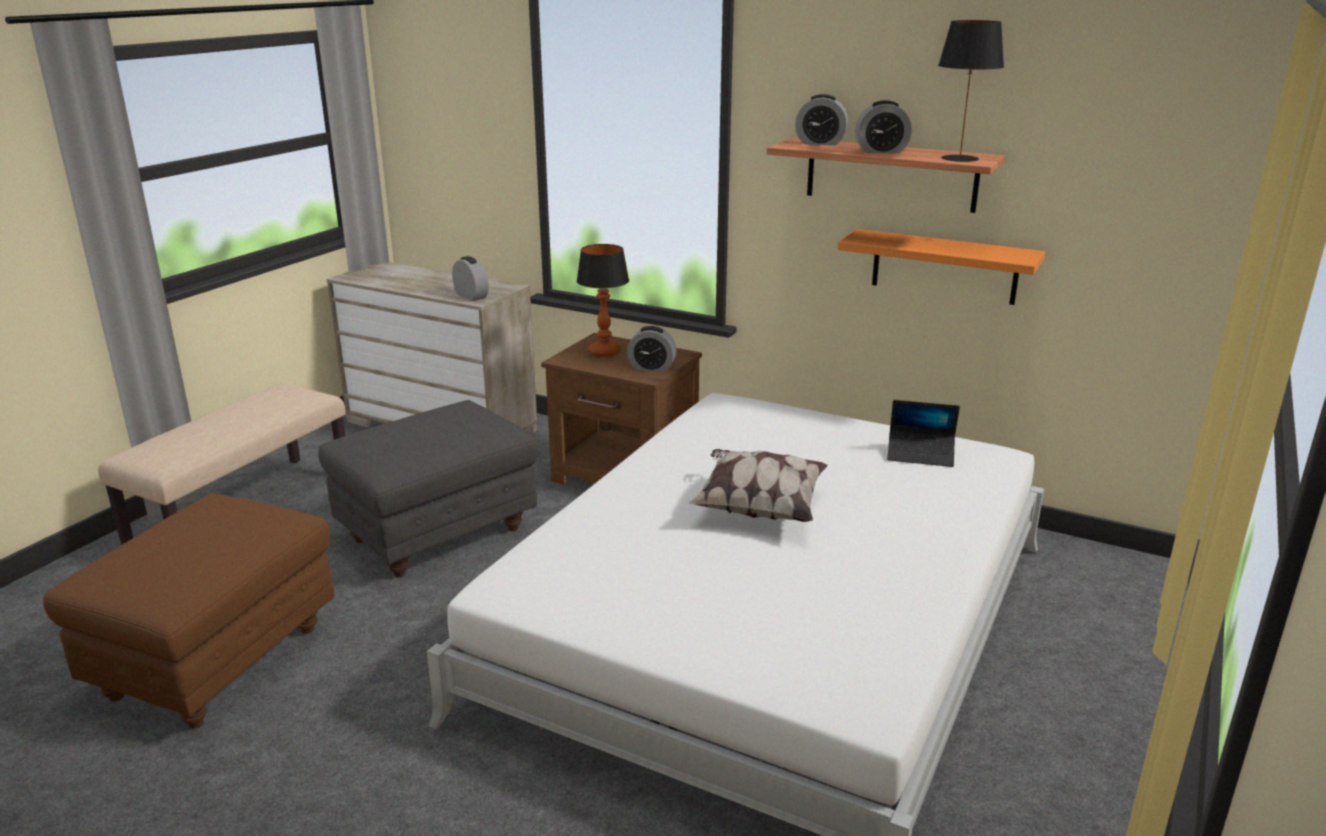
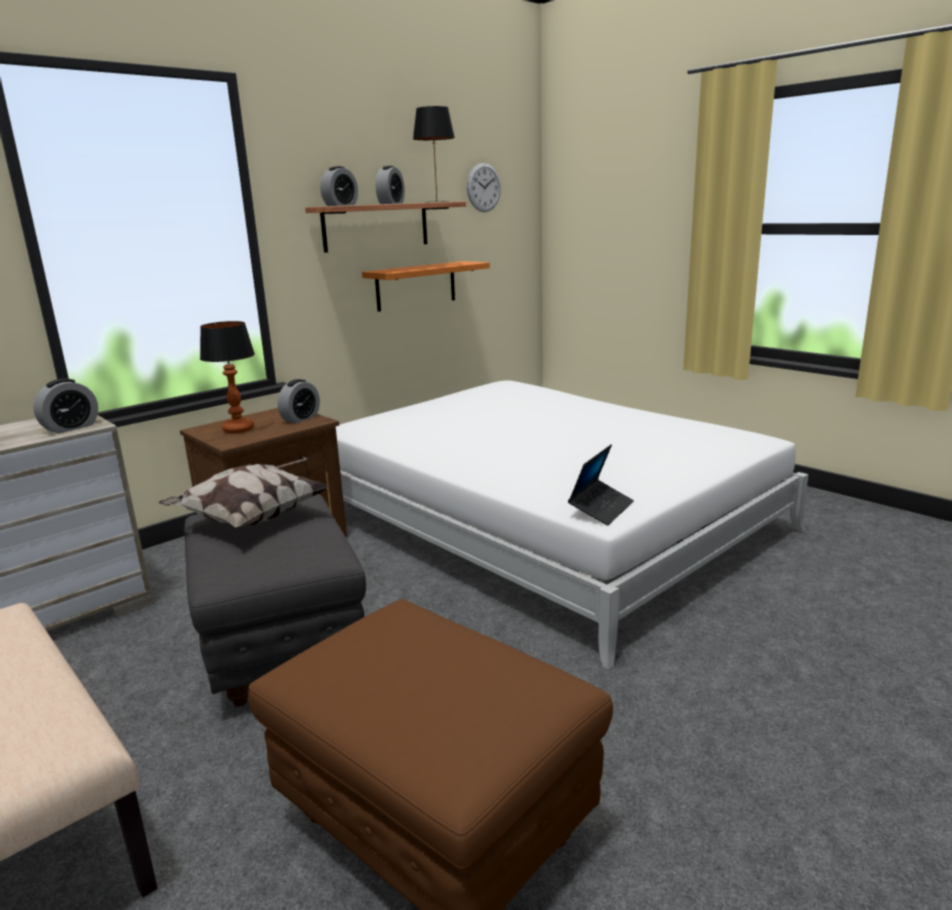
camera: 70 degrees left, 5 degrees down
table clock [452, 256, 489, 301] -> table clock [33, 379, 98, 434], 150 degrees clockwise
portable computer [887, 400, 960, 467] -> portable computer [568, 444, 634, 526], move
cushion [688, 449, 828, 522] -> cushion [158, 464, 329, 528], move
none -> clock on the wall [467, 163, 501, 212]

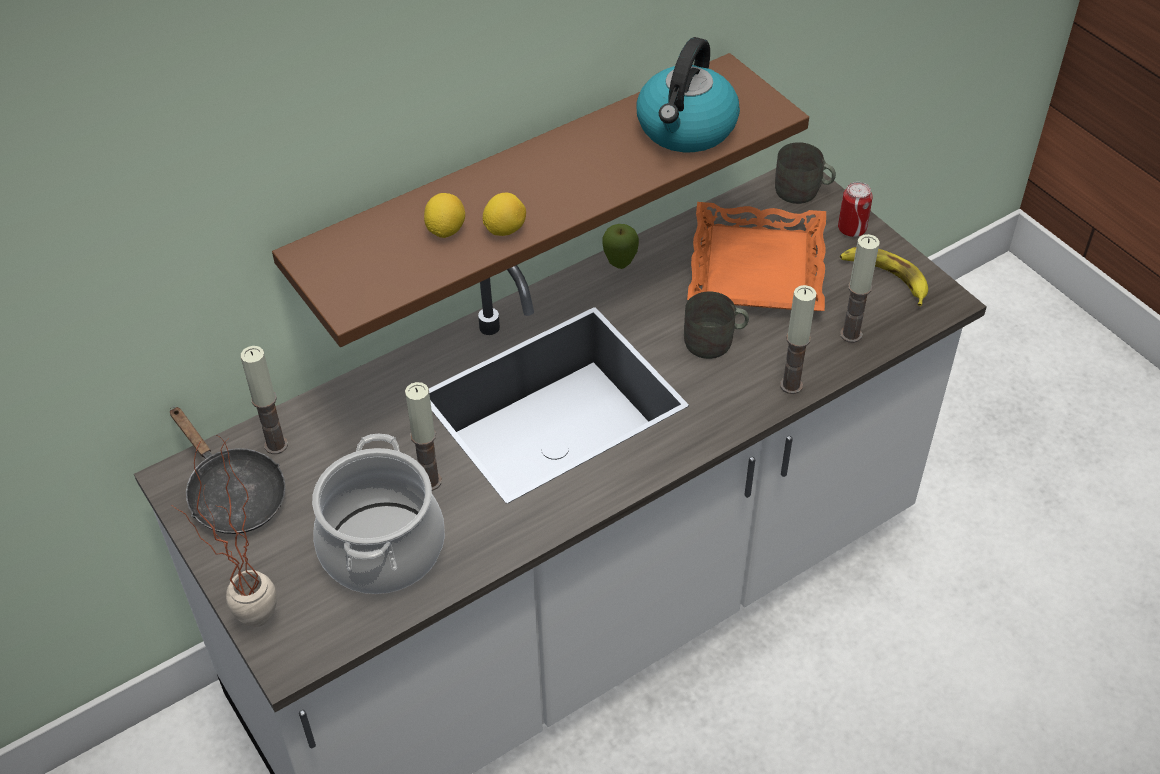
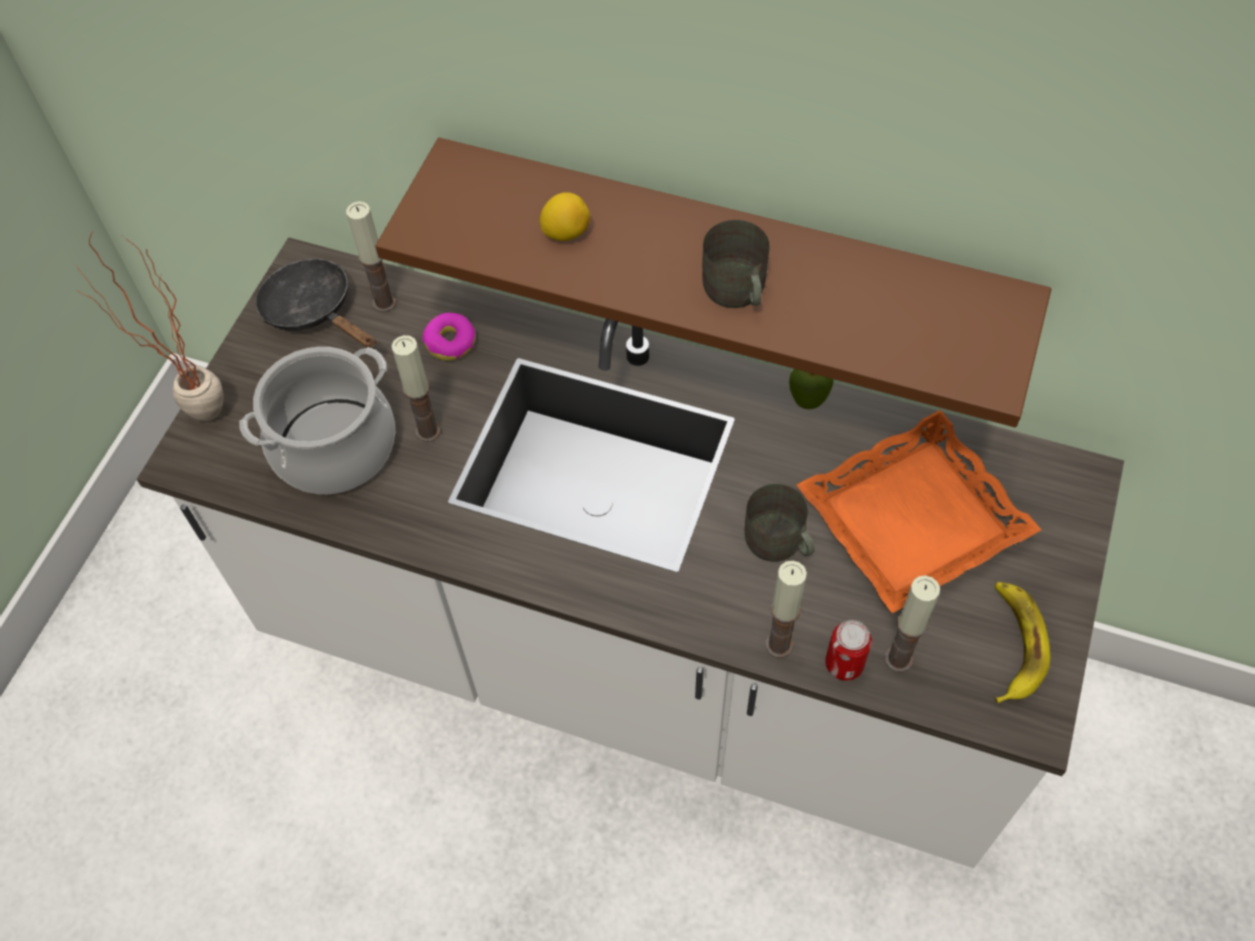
camera: 55 degrees right, 10 degrees up
tea kettle [636, 37, 740, 152] -> none
gray coffee mug [775, 142, 836, 204] -> gray coffee mug [702, 220, 770, 308], move
can [838, 182, 873, 237] -> can [825, 620, 872, 681], move
citrus fruit [483, 193, 526, 236] -> none
black-coloured pan [170, 407, 286, 534] -> black-coloured pan [255, 259, 377, 349], 120 degrees clockwise
none -> ring doughnut [422, 313, 476, 361]

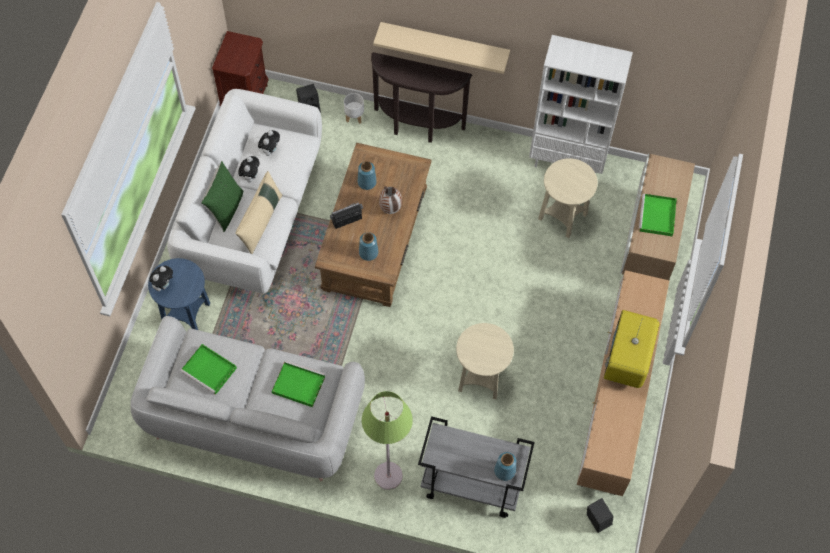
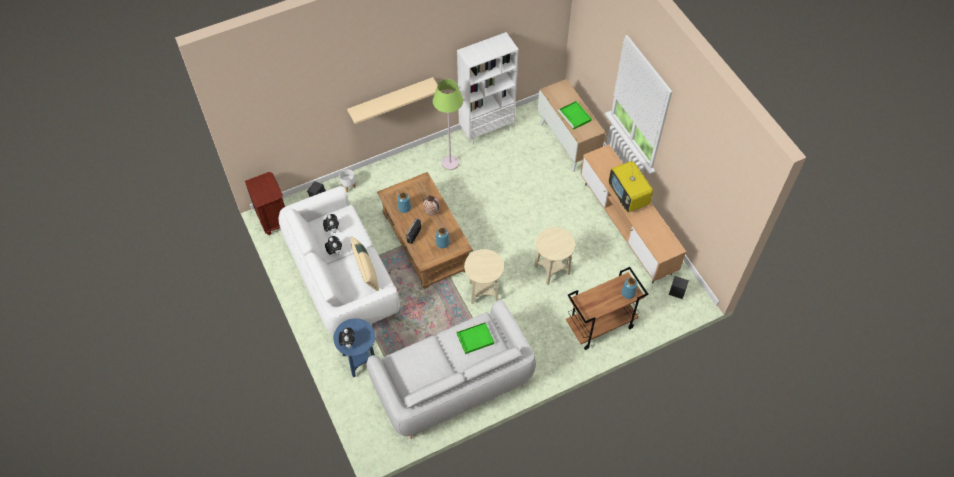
camera: 40 degrees left, 5 degrees down
brown narrow table [371, 52, 472, 143] -> none
beige-coloured accent table [538, 158, 598, 238] -> beige-coloured accent table [464, 249, 504, 304], move
green-coloured cushion [201, 161, 243, 232] -> none
green-coloured tray [180, 344, 237, 395] -> none
green-coloured floor lamp [362, 391, 413, 490] -> green-coloured floor lamp [433, 79, 463, 170], move
gray wheeled cart [418, 416, 535, 518] -> brown wheeled cart [566, 267, 648, 350]

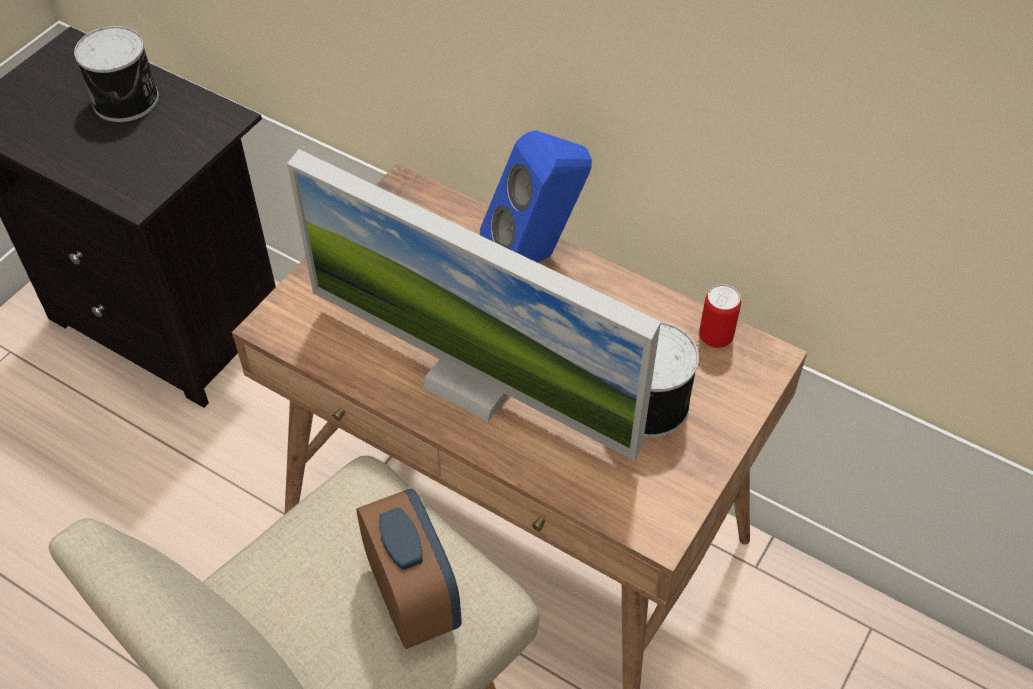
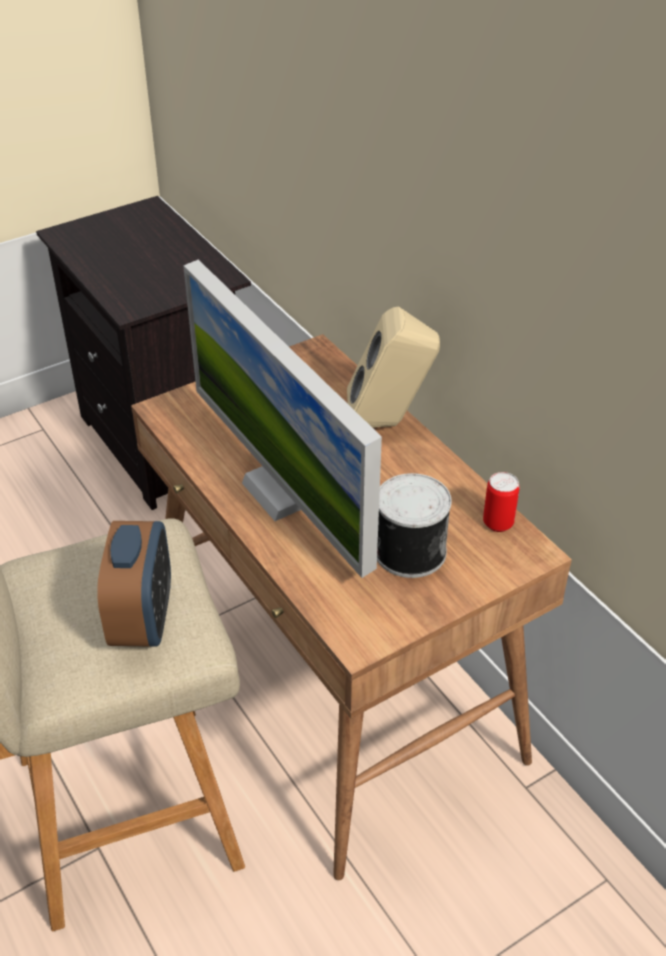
camera: 25 degrees right, 10 degrees down
can [74, 26, 159, 122] -> none
blue-coloured speaker [480, 130, 592, 263] -> beige-coloured speaker [347, 306, 440, 428]

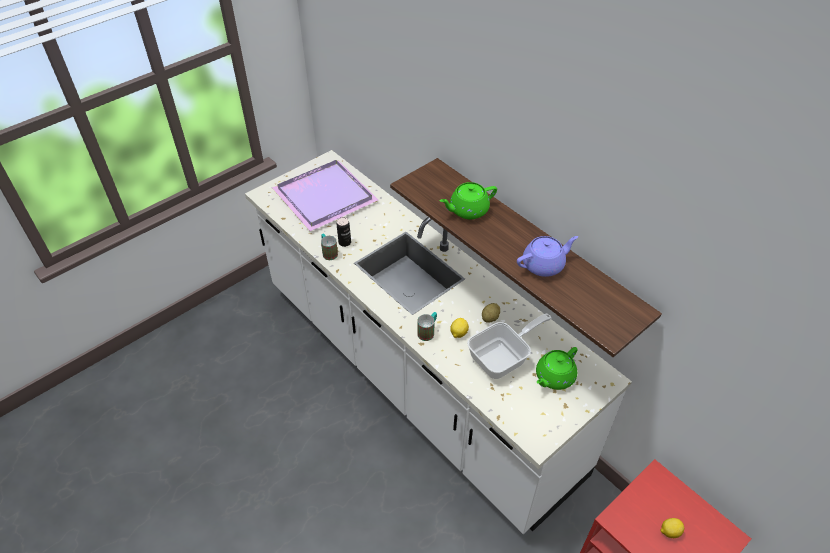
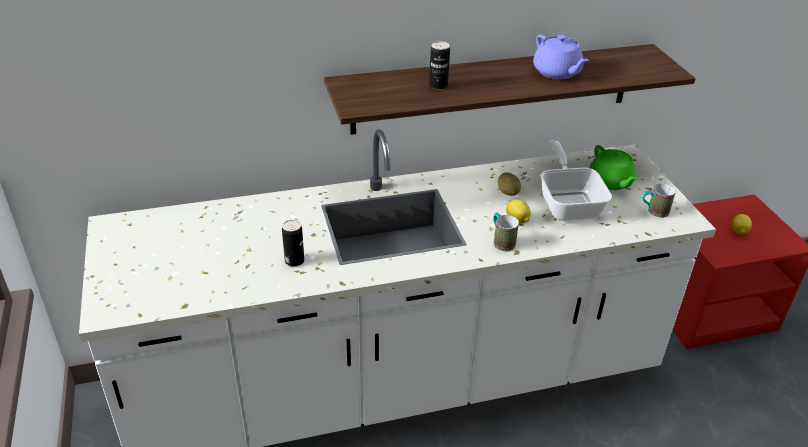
camera: 65 degrees left, 10 degrees down
purple-coloured tray [272, 160, 378, 231] -> none
green-coloured pot for tea [440, 182, 497, 219] -> can [429, 41, 450, 90]
coffee mug [321, 234, 338, 260] -> coffee mug [642, 183, 676, 218], move
purple-coloured pot for tea [517, 236, 578, 277] -> purple-coloured pot for tea [533, 35, 589, 79], 150 degrees clockwise

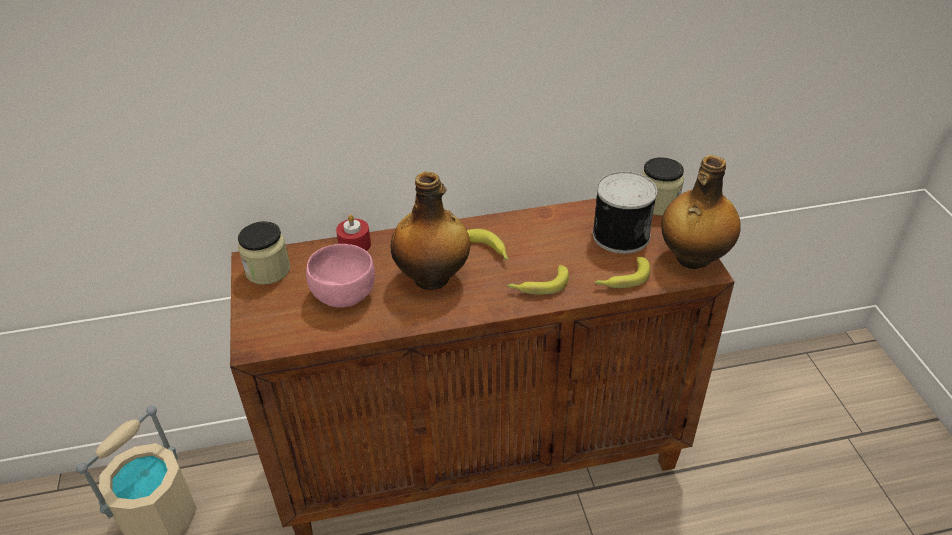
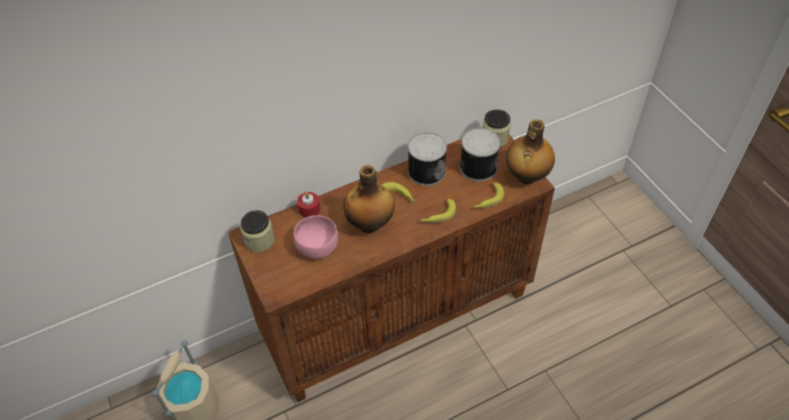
camera: 15 degrees left, 10 degrees up
none -> can [408, 132, 447, 186]

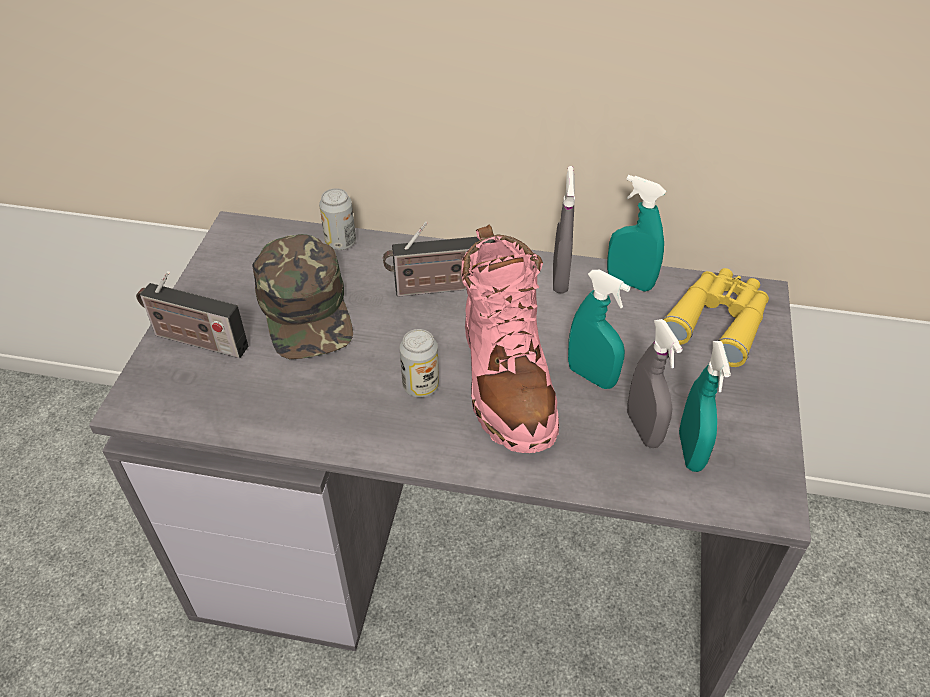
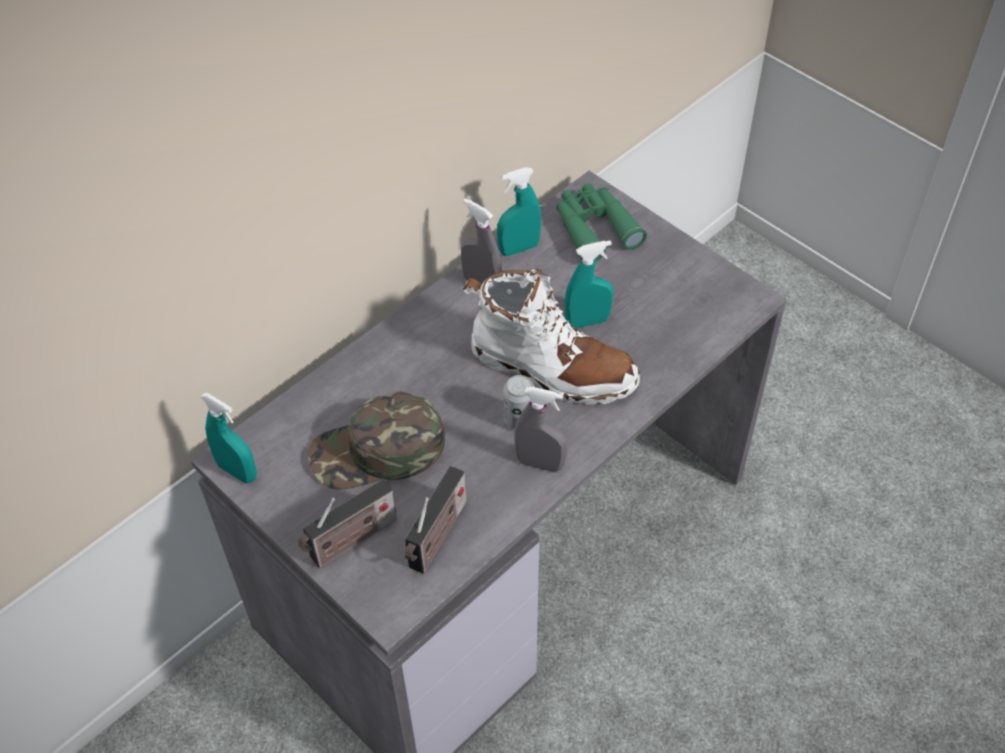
camera: 55 degrees left, 5 degrees up
can [319, 188, 356, 250] -> none
radio set [383, 222, 479, 297] -> radio set [405, 466, 466, 574], move
pink-coloured boot [461, 225, 559, 453] -> whitish boot [463, 269, 640, 405]
green-coloured cap [252, 234, 353, 359] -> green-coloured cap [308, 391, 445, 490], 150 degrees clockwise
yellow-coloured pair of binoculars [663, 268, 769, 367] -> green-coloured pair of binoculars [556, 183, 647, 261]
gray hand sprayer [627, 319, 682, 448] -> gray hand sprayer [514, 387, 568, 472], move
turquoise hand sprayer [679, 341, 731, 472] -> turquoise hand sprayer [201, 393, 257, 483], move

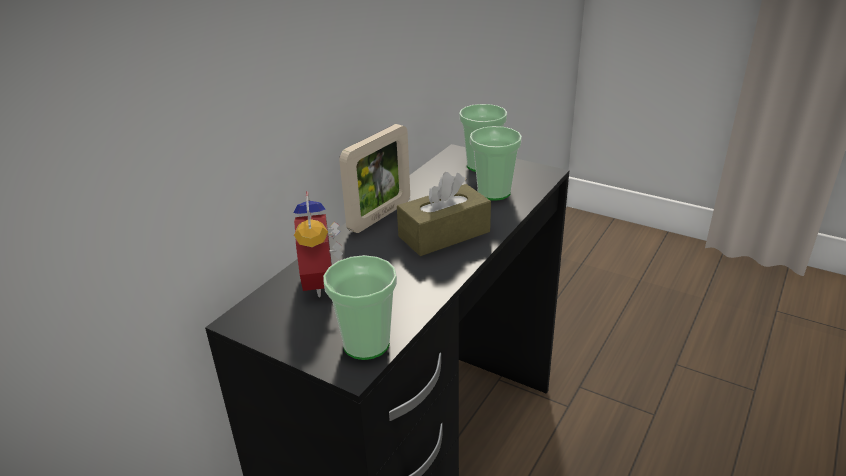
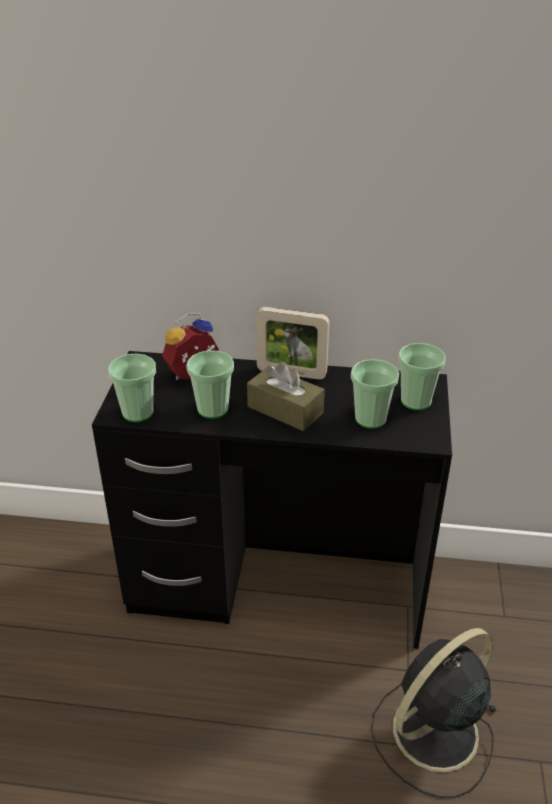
camera: 65 degrees right, 5 degrees up
none -> small cup [186, 350, 234, 419]
none -> black-coloured electric fan [371, 628, 498, 798]

